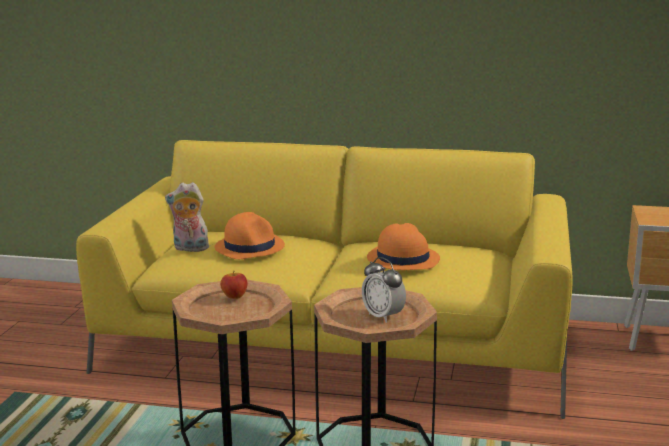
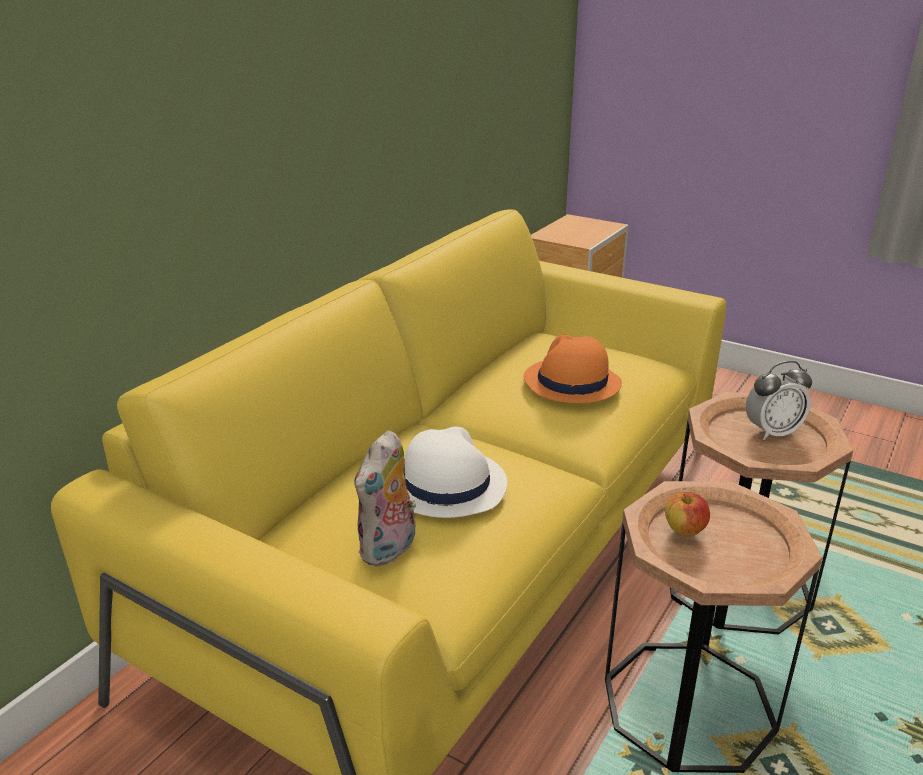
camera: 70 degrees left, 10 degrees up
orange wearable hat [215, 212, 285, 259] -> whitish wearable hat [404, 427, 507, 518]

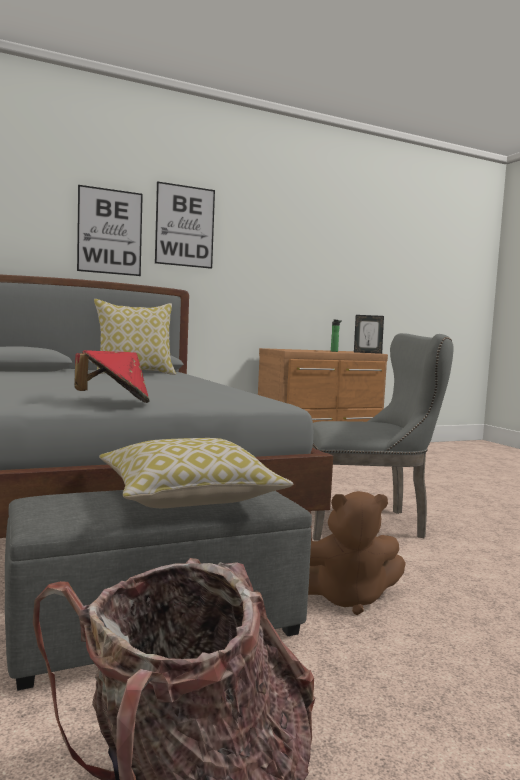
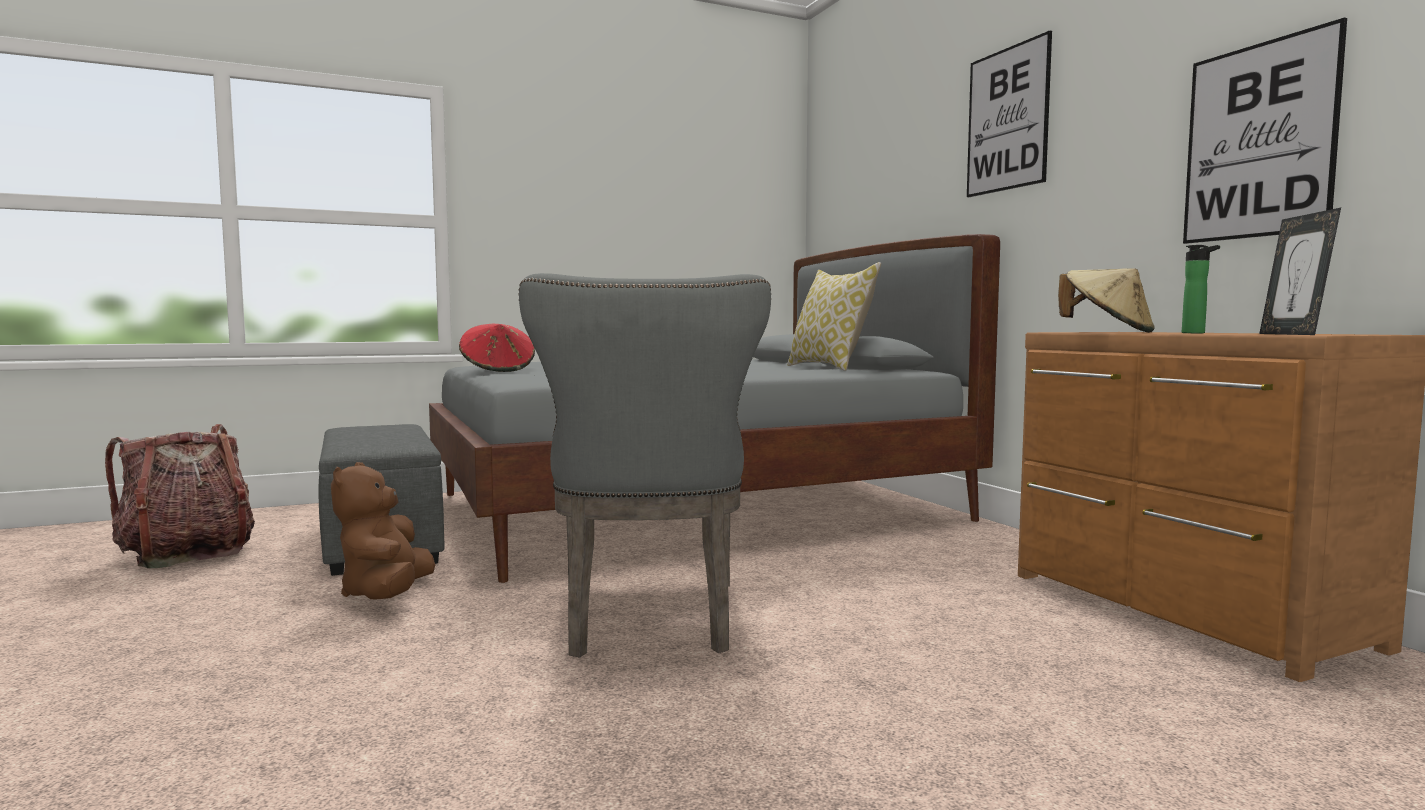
camera: 90 degrees right, 0 degrees up
wall art [77, 185, 143, 276] -> wall art [1183, 17, 1347, 244], move
cushion [99, 438, 294, 508] -> none
none -> beige-coloured wearable hat [1058, 268, 1155, 333]

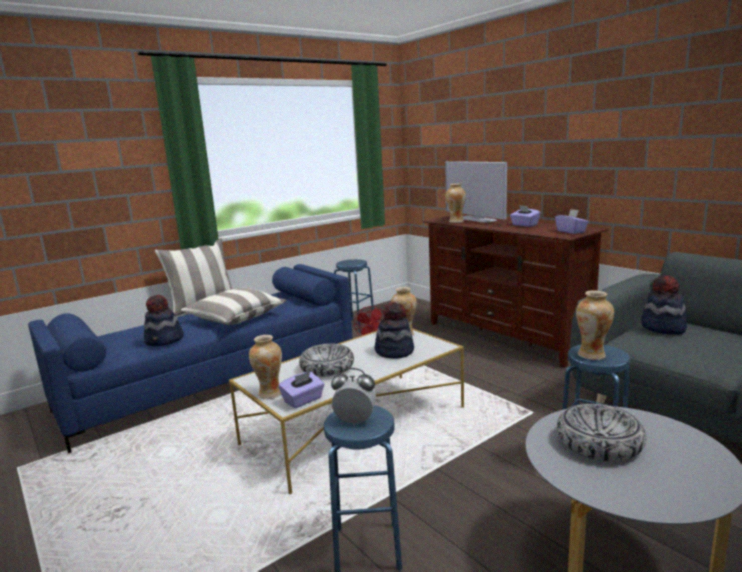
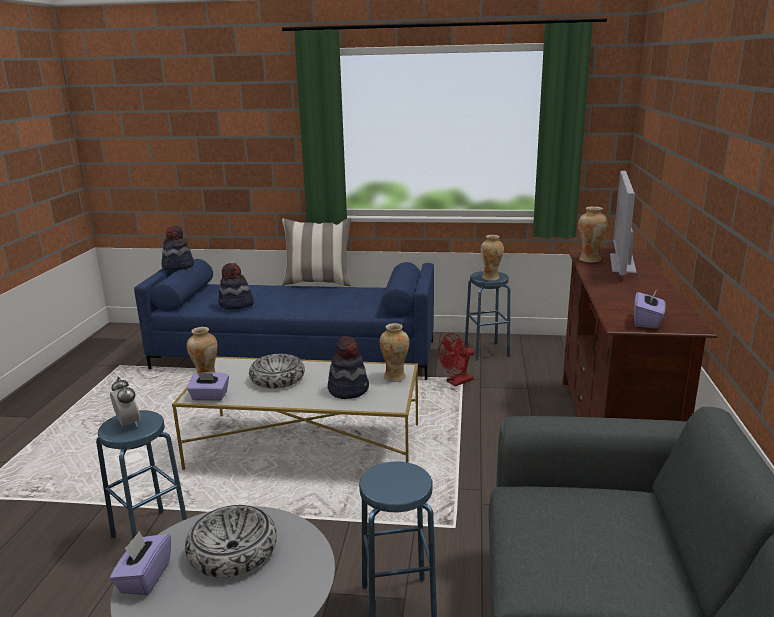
camera: 45 degrees right, 5 degrees up
purple-coloured tissue holder [510, 205, 541, 227] -> purple-coloured tissue holder [110, 531, 171, 596], move
wearable hat [641, 275, 687, 335] -> wearable hat [161, 226, 194, 271], move
cushion [181, 287, 287, 325] -> none
decorative vase [576, 290, 614, 360] -> decorative vase [481, 235, 504, 281], move

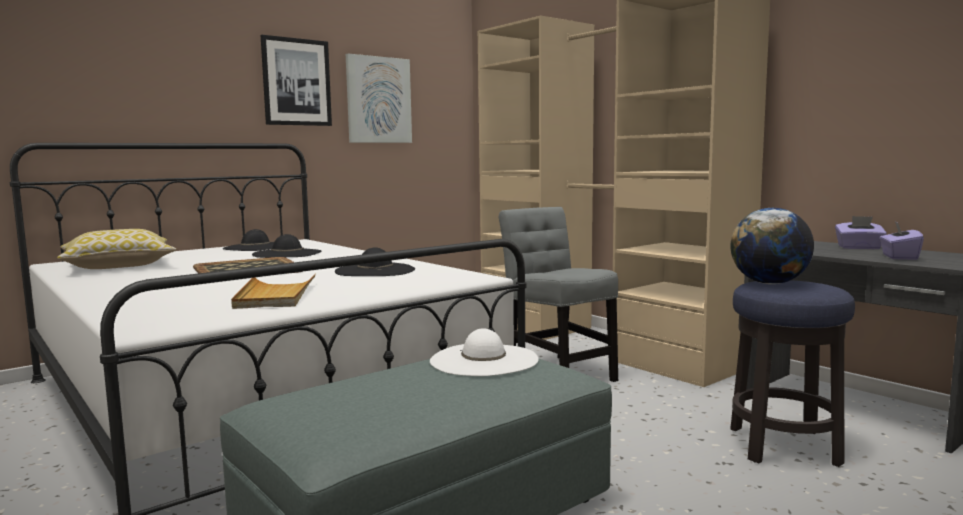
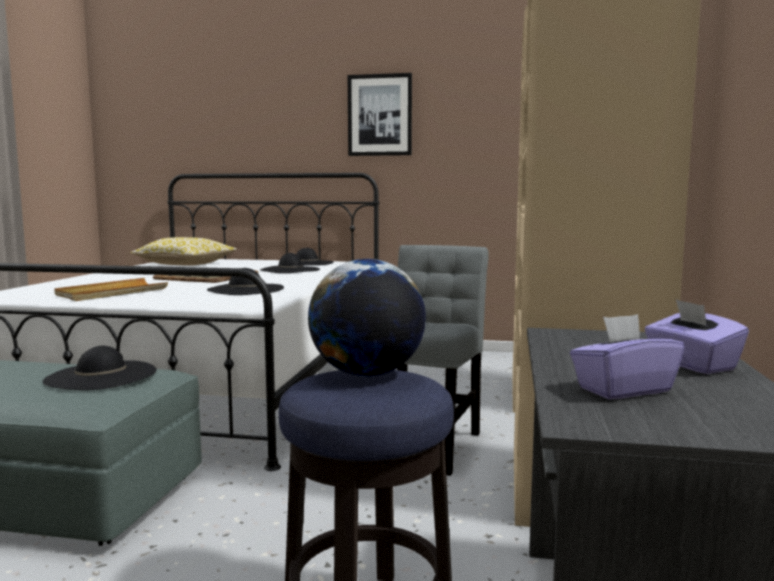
camera: 50 degrees right, 0 degrees up
wall art [346, 54, 412, 143] -> none
whitish wearable hat [430, 328, 539, 376] -> black-coloured wearable hat [42, 346, 157, 390]

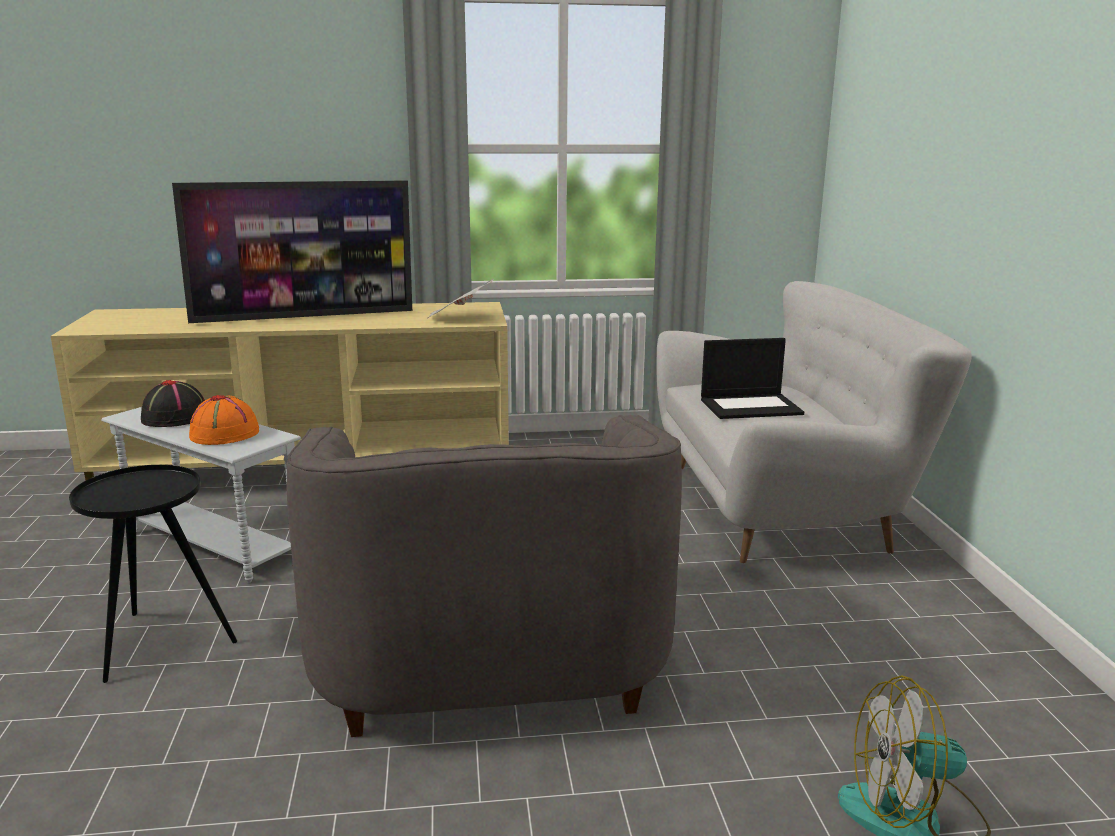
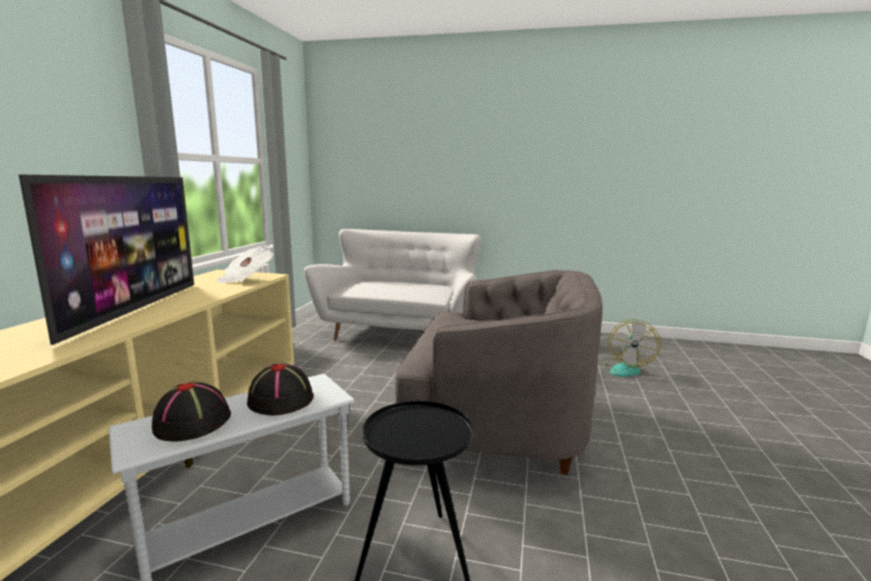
camera: 70 degrees left, 5 degrees down
portable computer [701, 338, 804, 419] -> none
orange wearable hat [189, 395, 259, 445] -> black-coloured wearable hat [247, 363, 314, 416]

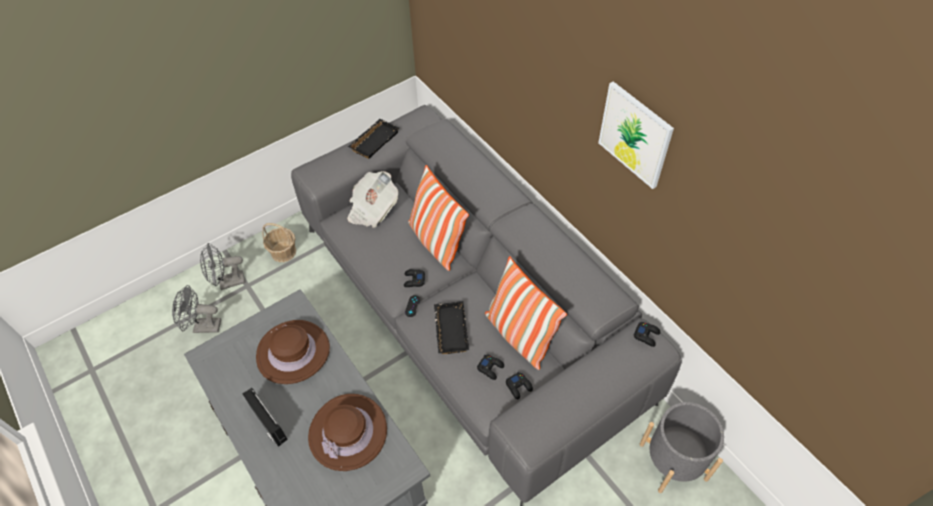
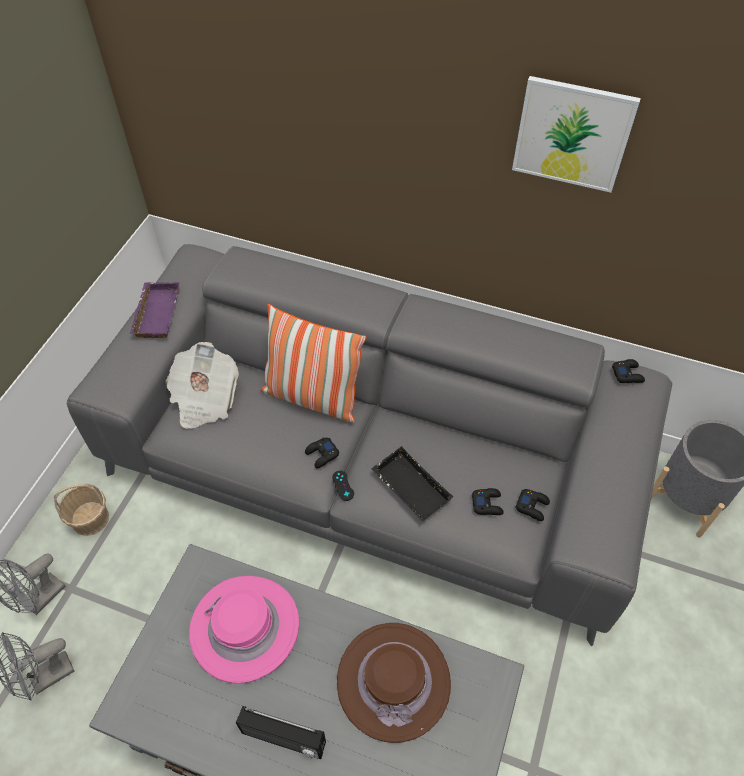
camera: 35 degrees left, 0 degrees up
black-coloured tray [348, 119, 399, 159] -> purple-coloured tray [130, 282, 180, 338]
cushion [485, 256, 567, 370] -> none
brown wearable hat [256, 320, 330, 384] -> pink-coloured wearable hat [189, 576, 299, 683]

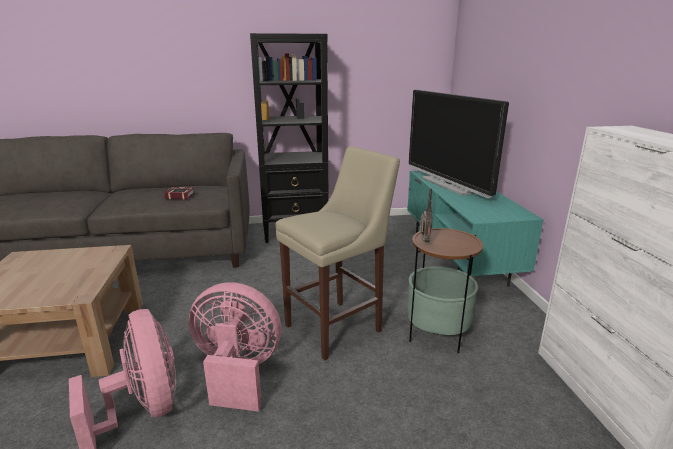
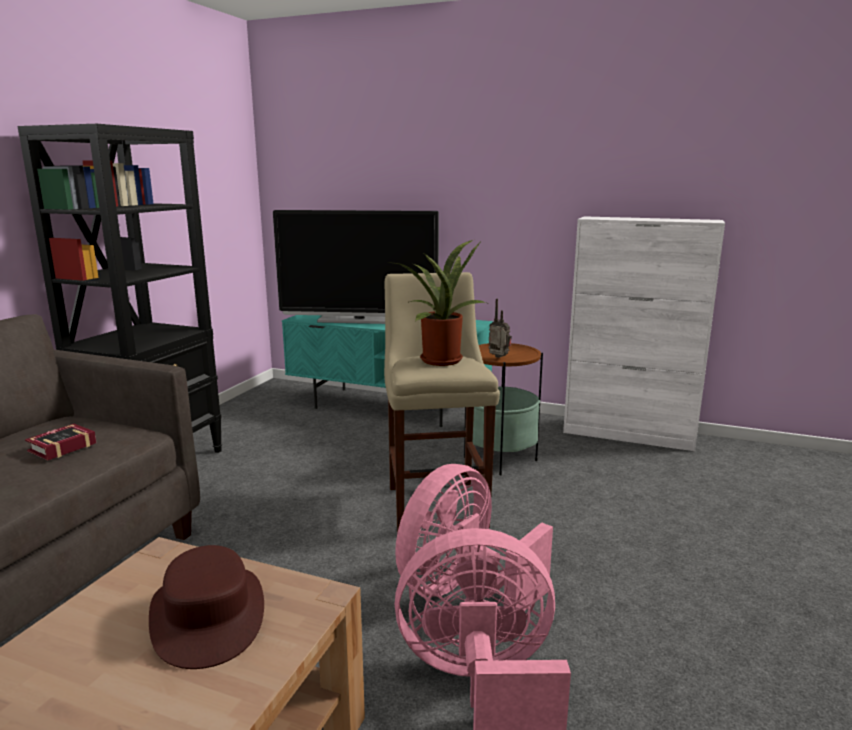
camera: 60 degrees left, 5 degrees down
none -> plant in a pot [386, 239, 486, 366]
none -> brown wearable hat [149, 545, 264, 669]

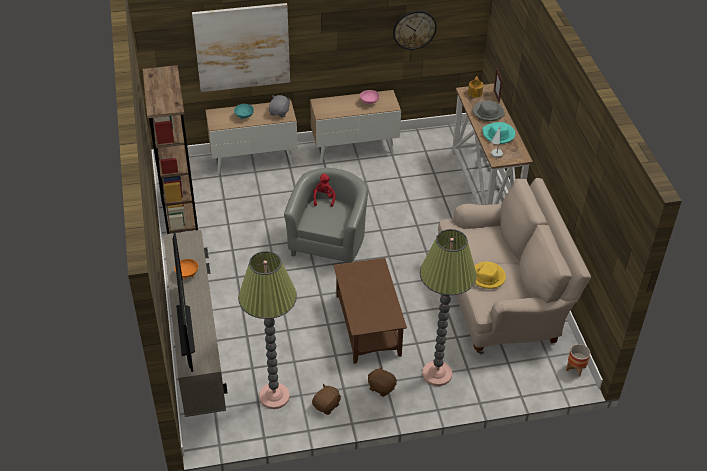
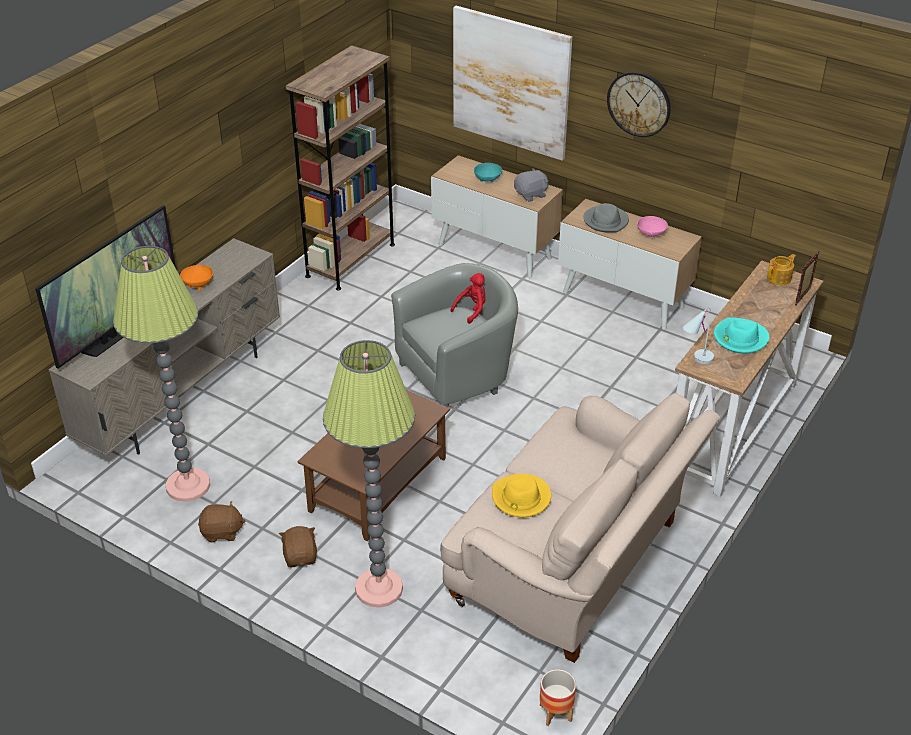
camera: 45 degrees right, 5 degrees down
clock on the wall [393, 10, 437, 50] -> clock on the wall [607, 71, 671, 137], move
gray wearable hat [473, 100, 505, 121] -> gray wearable hat [583, 203, 629, 233], move

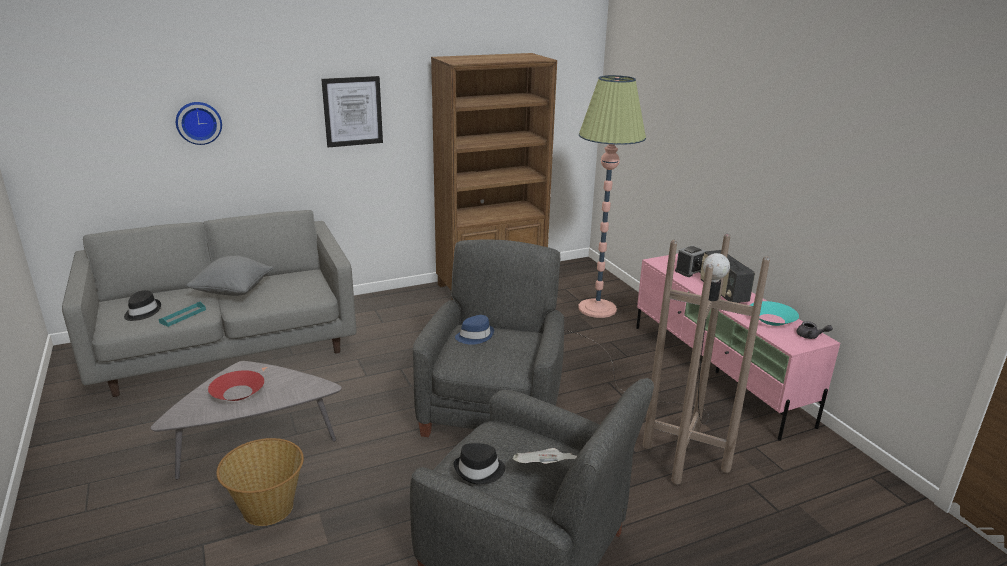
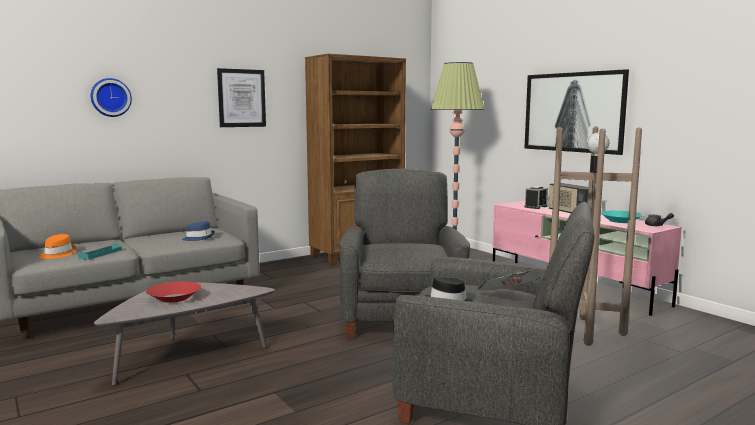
camera: 10 degrees left, 15 degrees down
gray cushion [186, 256, 274, 296] -> none
black-coloured wearable hat [124, 290, 161, 321] -> orange wearable hat [40, 234, 77, 259]
blue-coloured wearable hat [455, 315, 494, 345] -> blue-coloured wearable hat [182, 221, 215, 241], move
storage basket [216, 438, 304, 526] -> none
none -> wall art [525, 69, 629, 155]

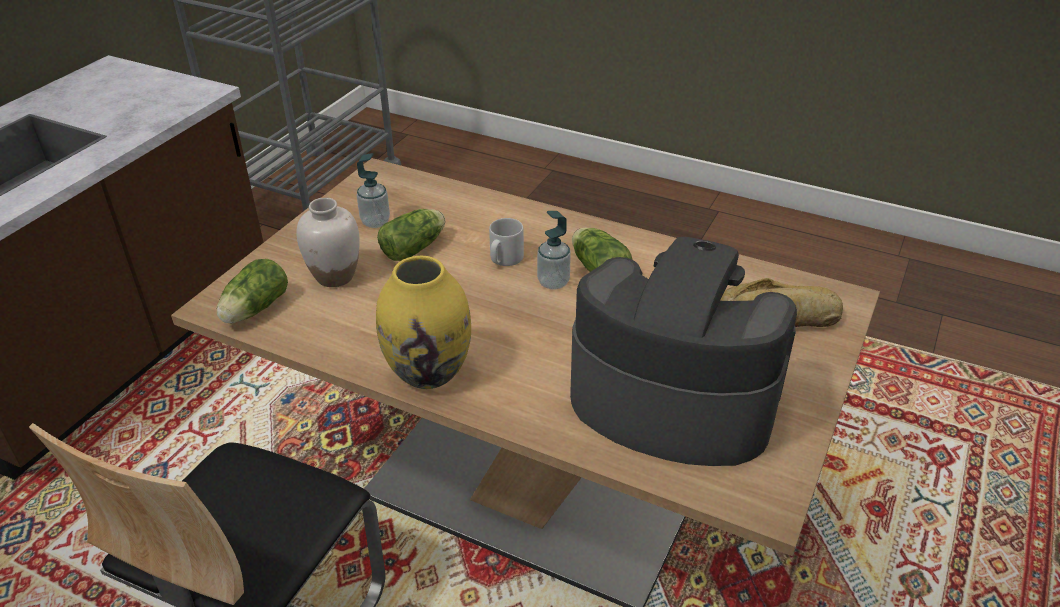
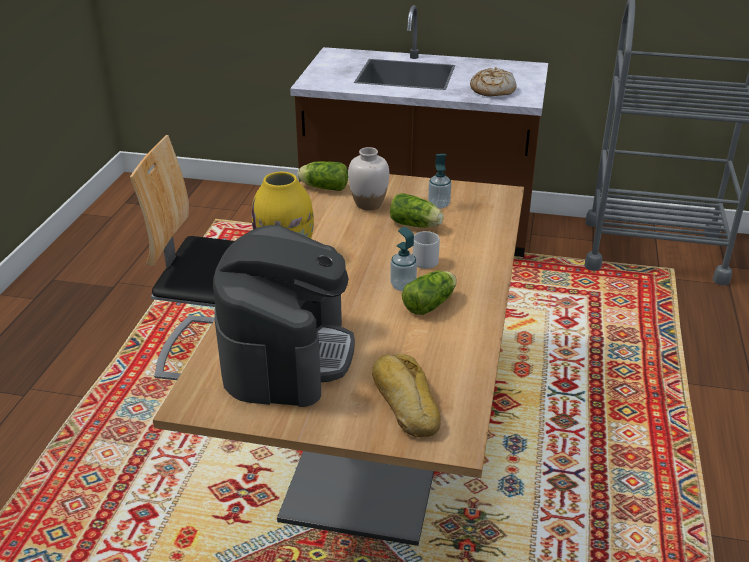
camera: 75 degrees right, 5 degrees down
none -> bakery bread [470, 67, 517, 97]

